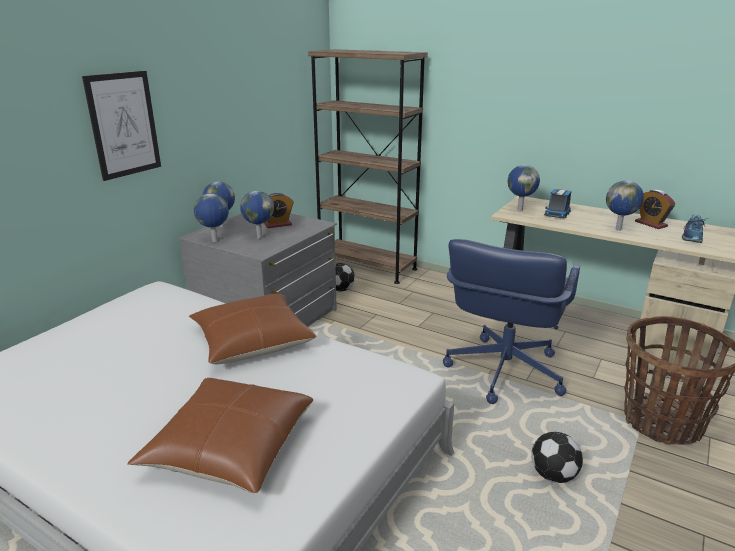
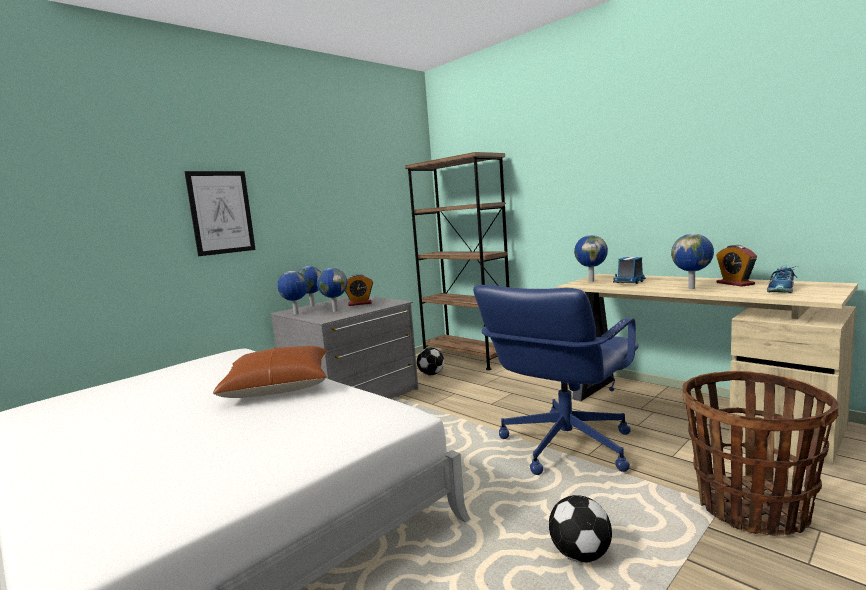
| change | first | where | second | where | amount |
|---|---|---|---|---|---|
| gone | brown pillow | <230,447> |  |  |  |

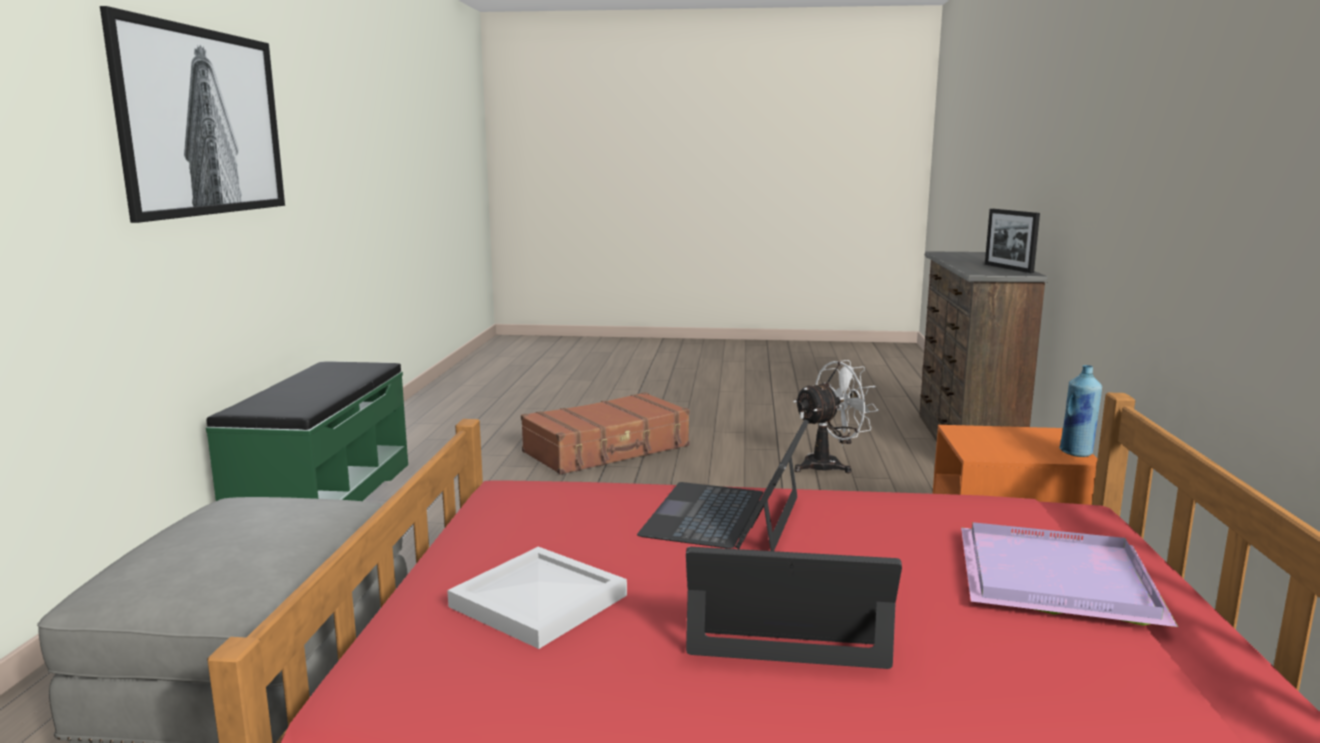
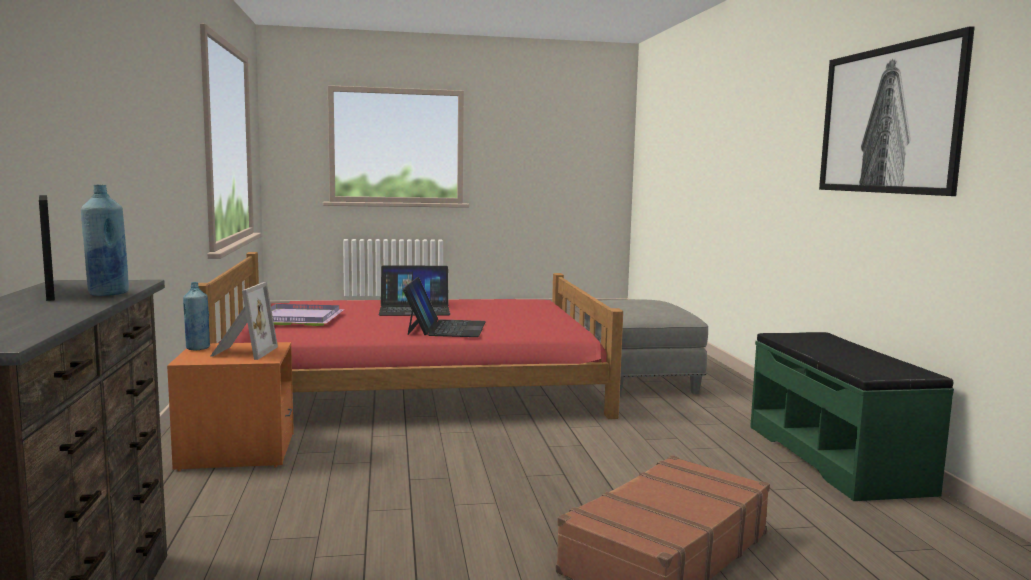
| change | first | where | second | where | amount |
|---|---|---|---|---|---|
| gone | white tray | <538,599> |  |  |  |
| gone | white fan | <829,465> |  |  |  |
| new |  |  | blue bottle | <107,293> |  |
| new |  |  | picture frame | <242,352> |  |

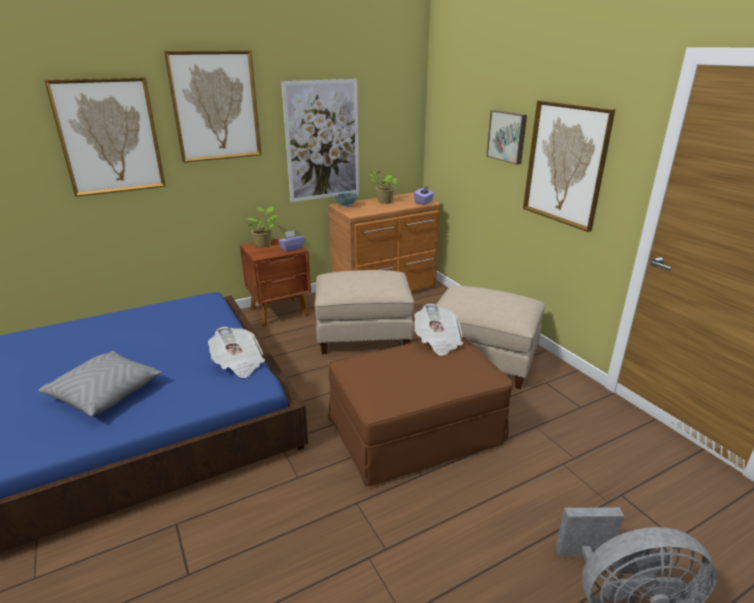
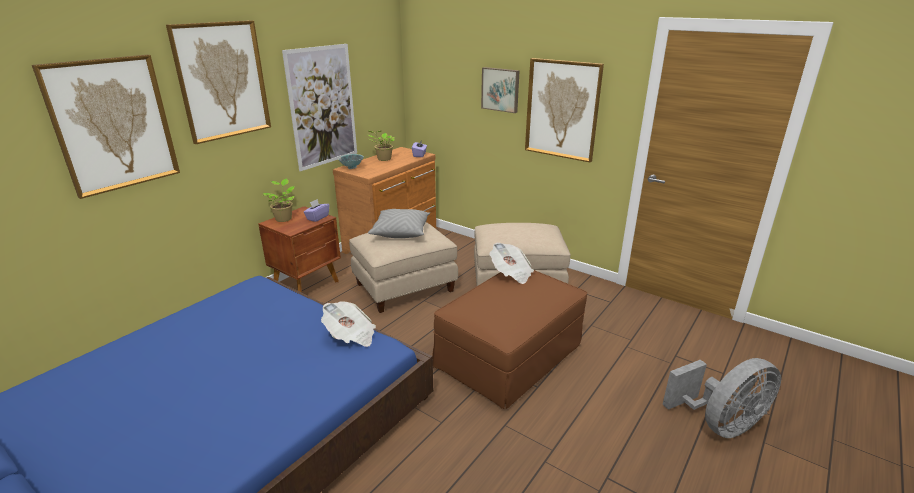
| change | first | where | second | where | amount |
|---|---|---|---|---|---|
| shifted | grey pillow | <106,393> |  | <401,231> |  |

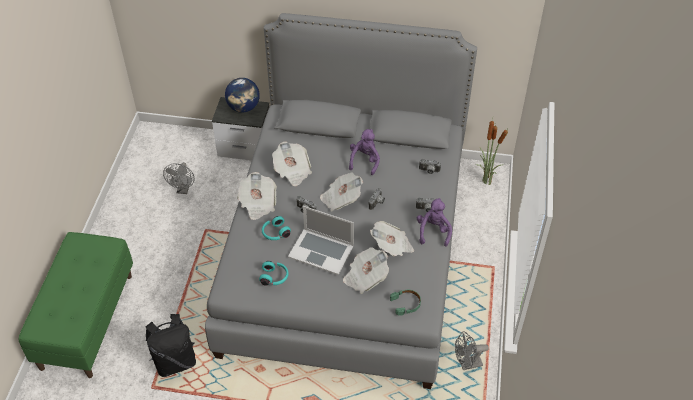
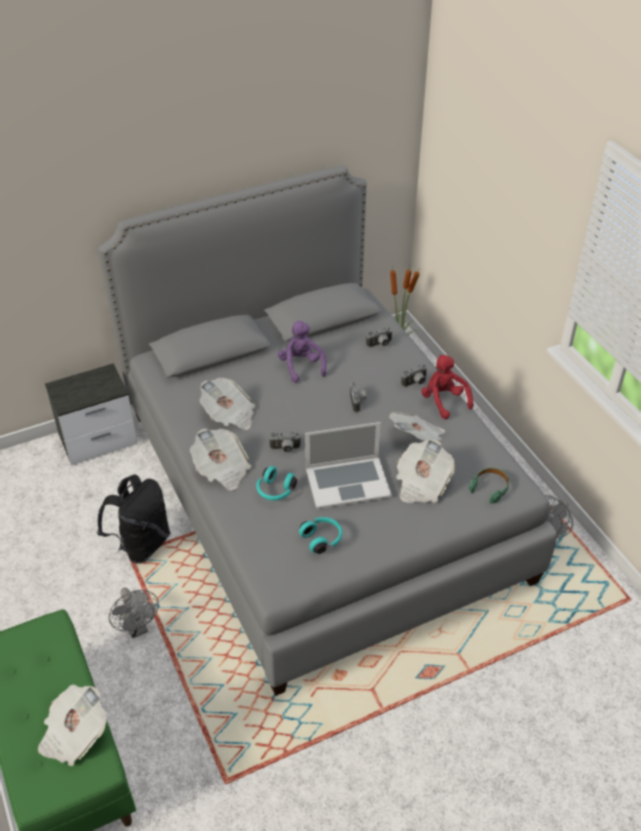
| change | first | where | second | where | amount |
|---|---|---|---|---|---|
| gone | globe | <243,107> |  |  |  |
| shifted | black backpack | <175,361> |  | <141,544> |  |
| shifted | grey fan | <183,189> |  | <137,628> |  |
| shifted | newspaper | <341,199> |  | <74,734> |  |
| repainted | purple plush toy | <433,231> | red plush toy | <444,401> |  |

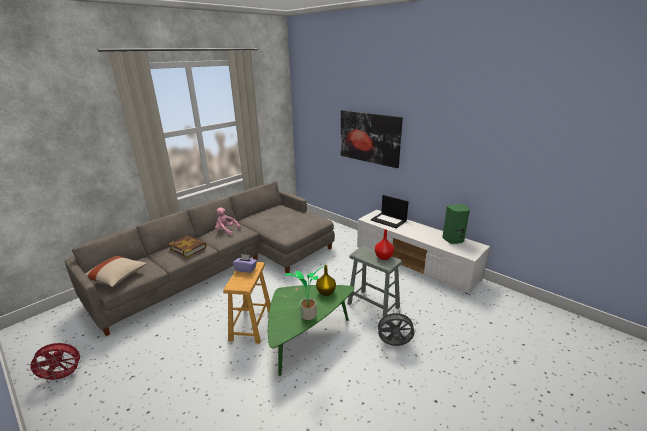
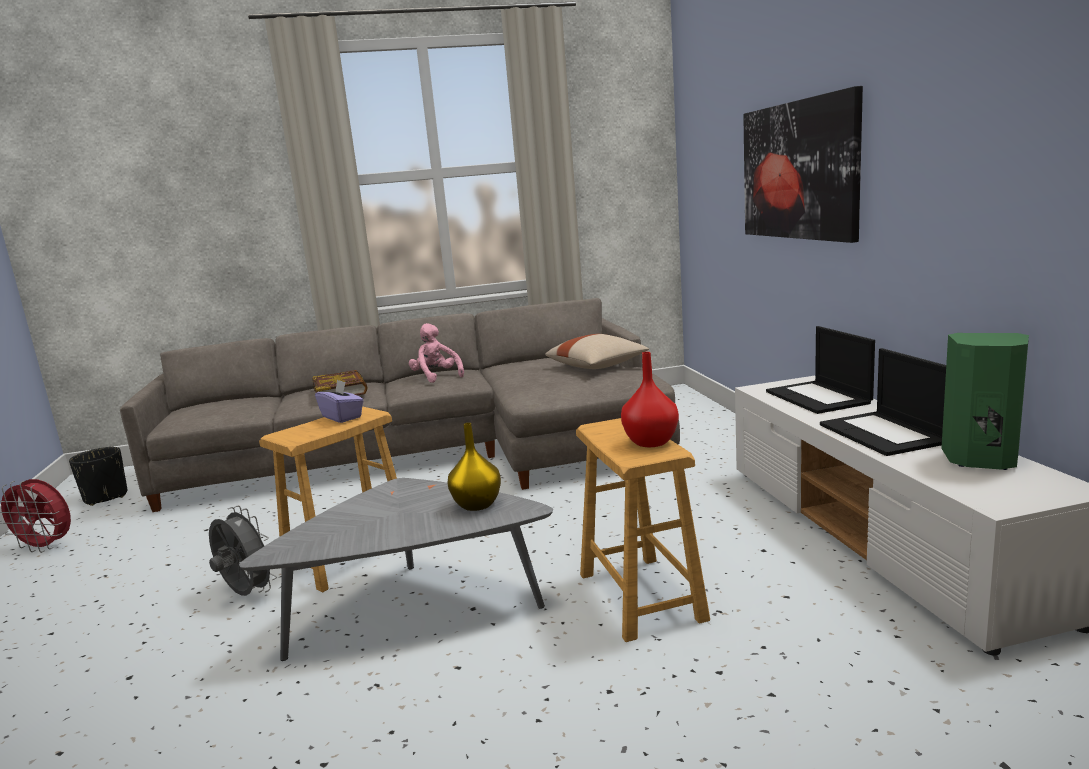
| change | first | where | second | where | amount |
|---|---|---|---|---|---|
| gone | potted plant | <308,316> |  |  |  |
| new |  |  | black planter | <106,497> |  |
| new |  |  | laptop | <884,434> |  |
| shifted | beige pillow | <117,278> |  | <598,367> |  |
| shifted | grey fan | <394,344> |  | <246,594> |  |
| repainted | green coffee table | <305,336> | grey coffee table | <415,609> |  |
| repainted | grey stool | <373,305> | brown stool | <641,596> |  |

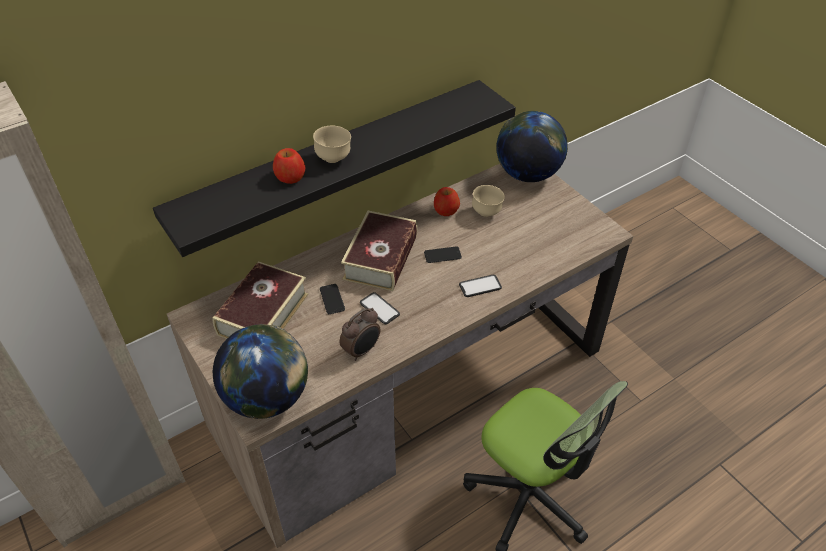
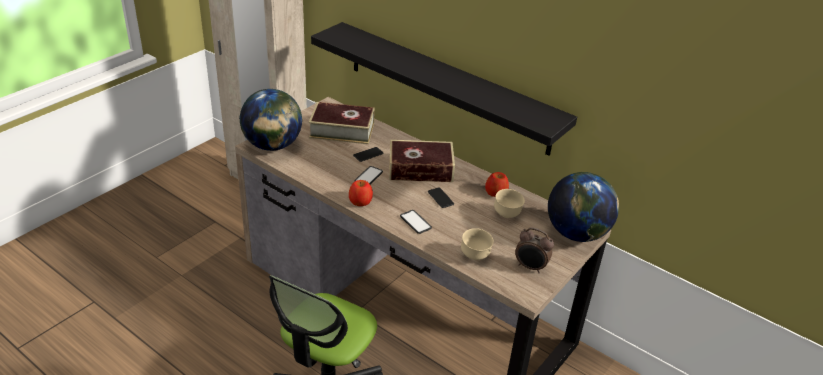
| change | first | where | second | where | amount |
|---|---|---|---|---|---|
| shifted | apple | <290,176> |  | <360,201> |  |
| shifted | beige bowl | <334,158> |  | <475,256> |  |
| shifted | alarm clock | <362,350> |  | <530,267> |  |

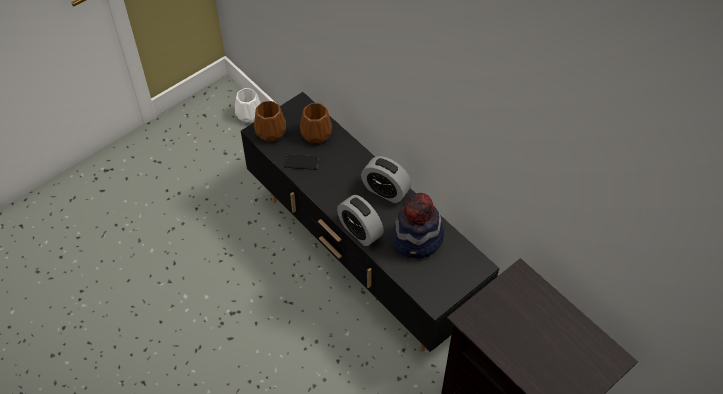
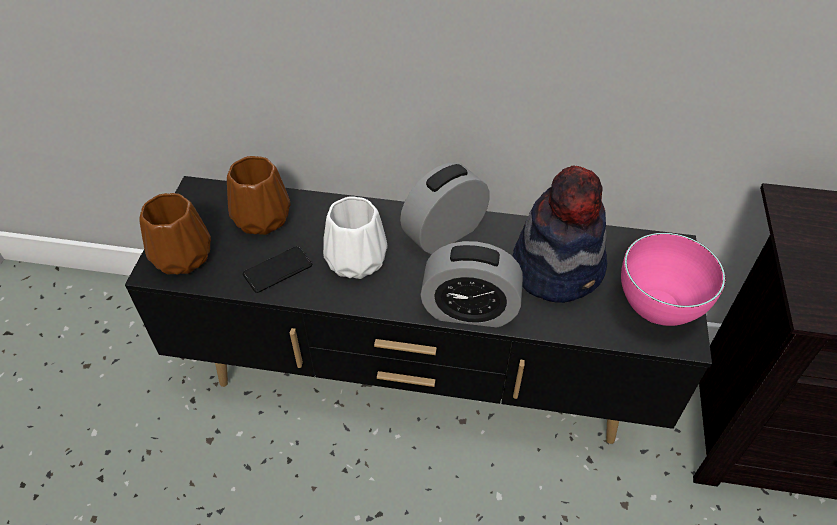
| change | first | where | second | where | amount |
|---|---|---|---|---|---|
| new |  |  | pink bowl | <654,310> |  |
| shifted | white vase | <248,115> |  | <356,261> |  |
| rotated | alarm clock | <385,191> |  | <444,233> | 150 degrees clockwise |

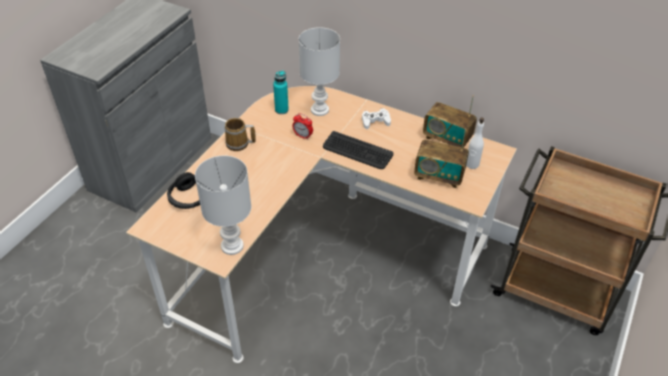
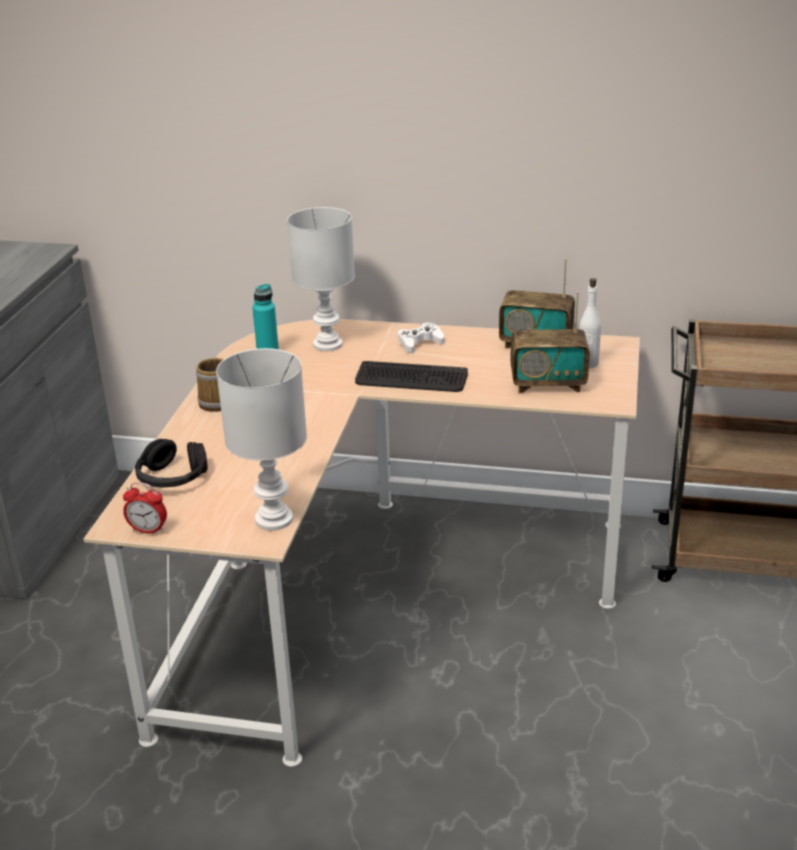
| change | first | where | second | where | amount |
|---|---|---|---|---|---|
| shifted | alarm clock | <303,136> |  | <148,530> |  |

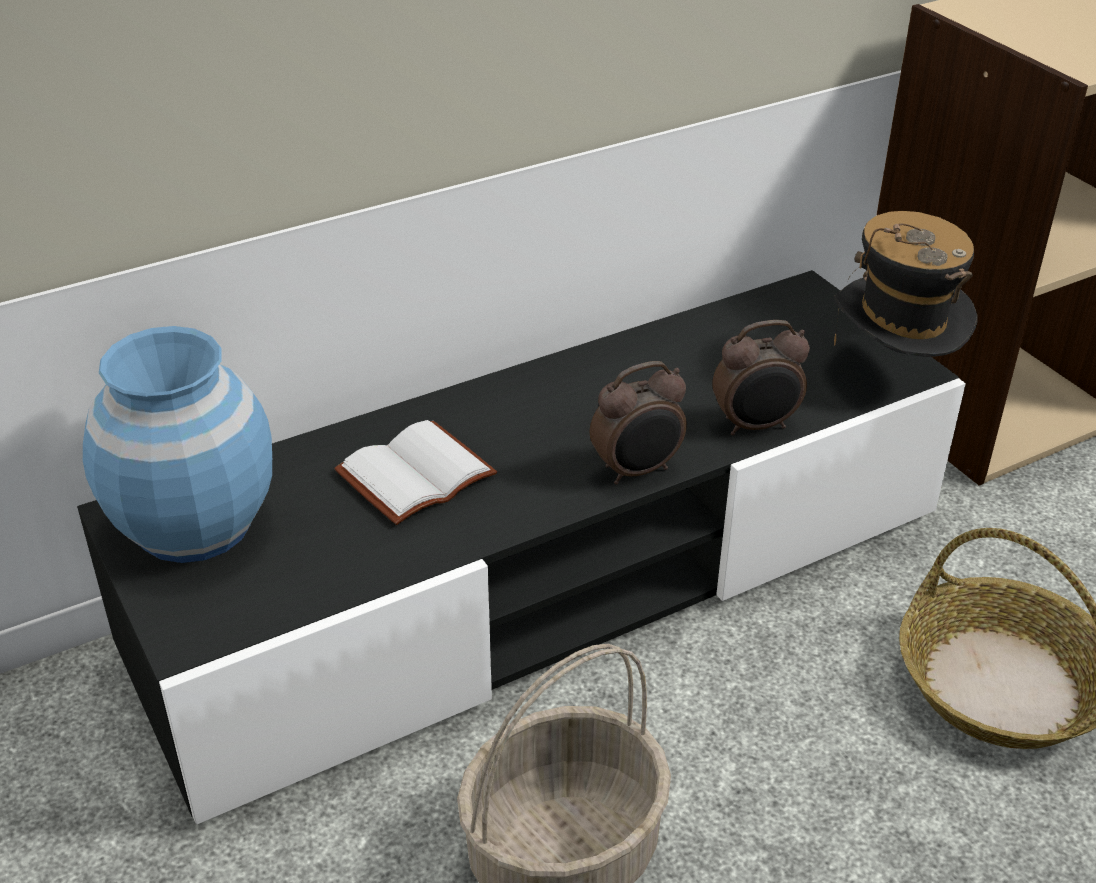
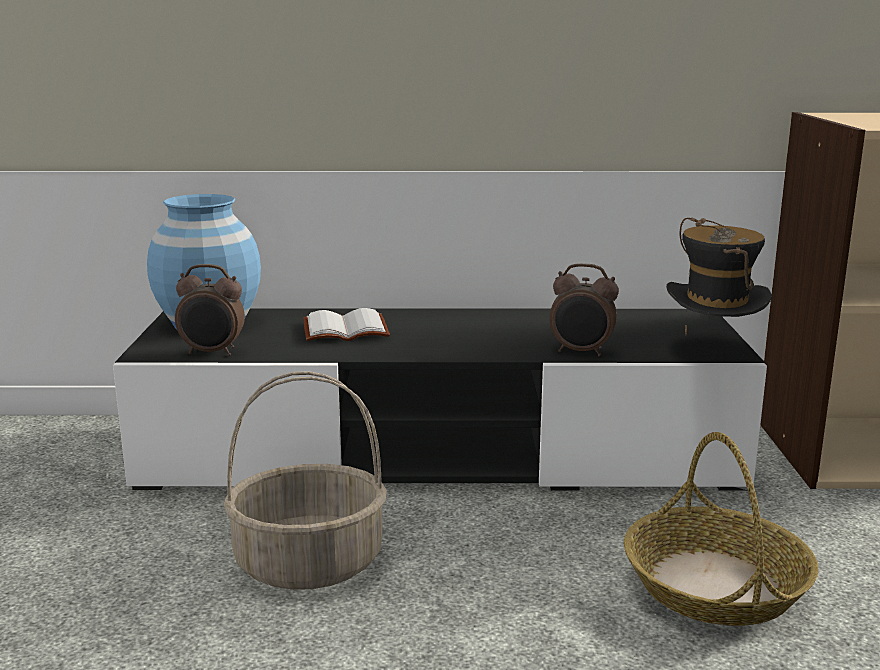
| change | first | where | second | where | amount |
|---|---|---|---|---|---|
| shifted | alarm clock | <637,471> |  | <212,353> |  |

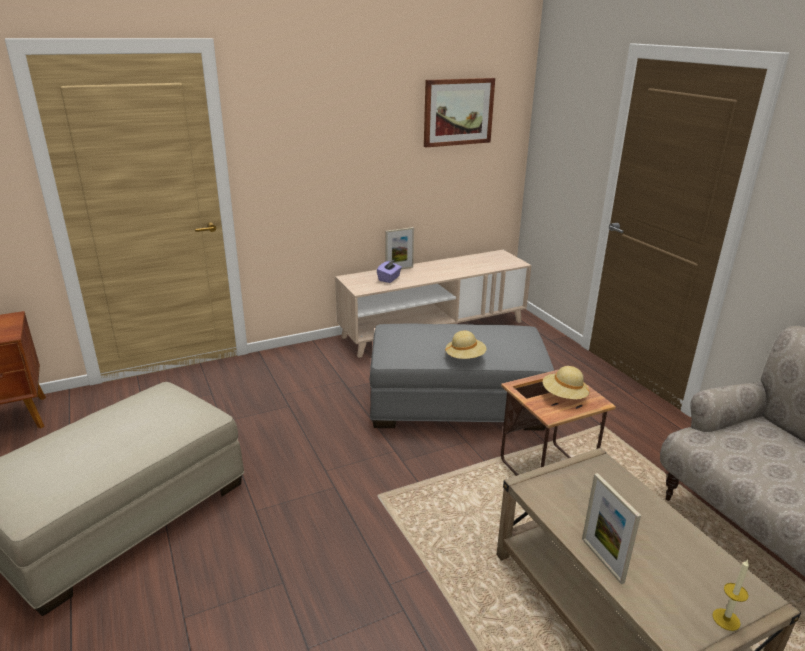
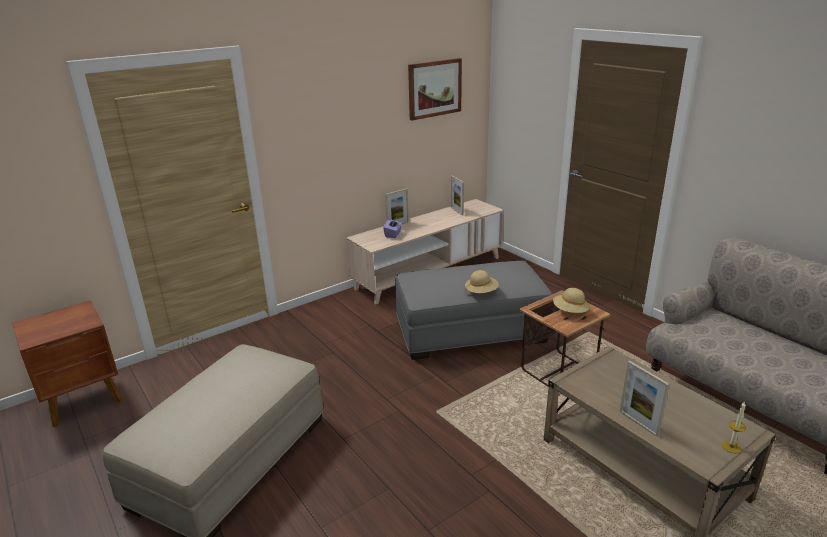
| change | first | where | second | where | amount |
|---|---|---|---|---|---|
| new |  |  | picture frame | <457,211> |  |

